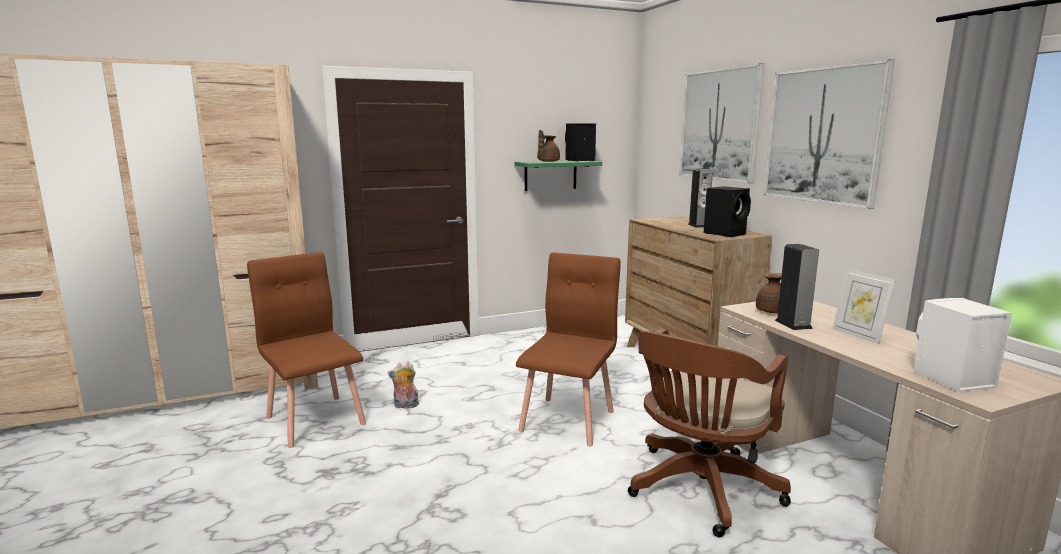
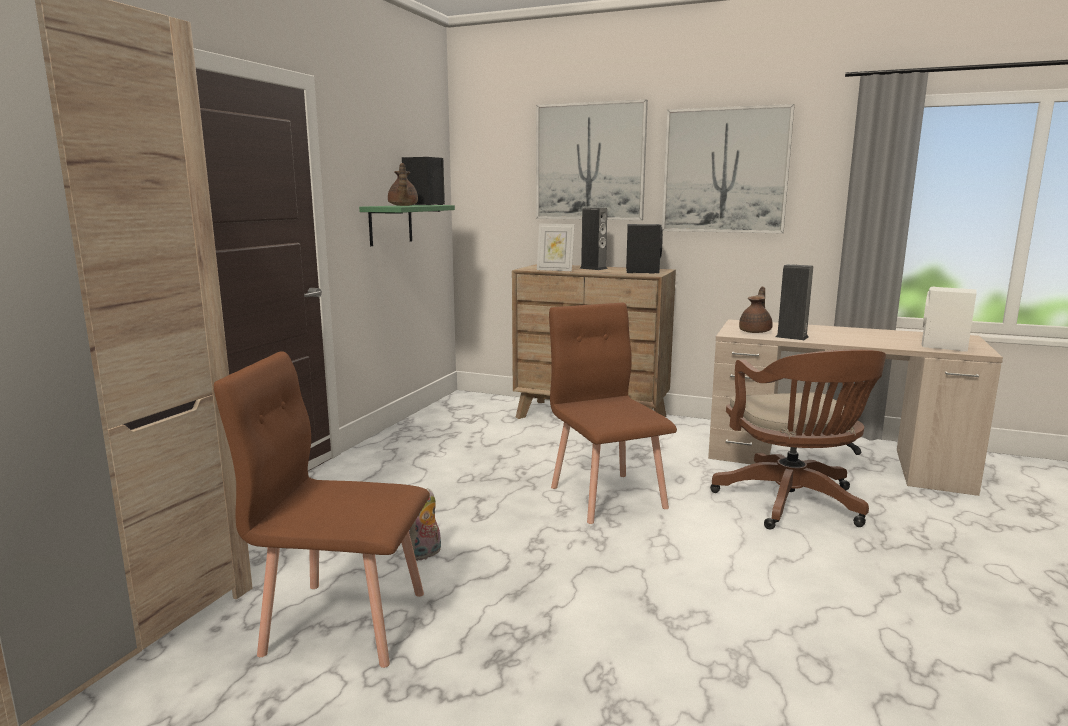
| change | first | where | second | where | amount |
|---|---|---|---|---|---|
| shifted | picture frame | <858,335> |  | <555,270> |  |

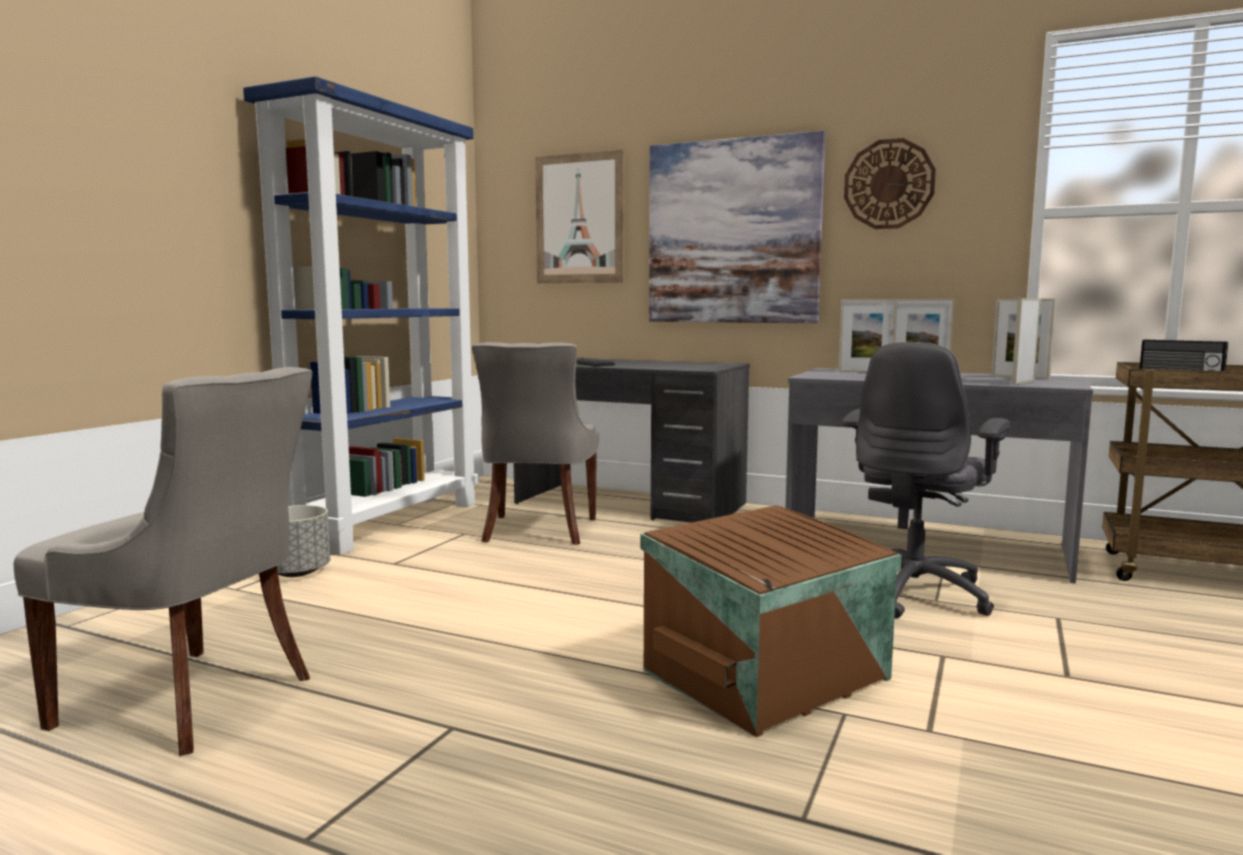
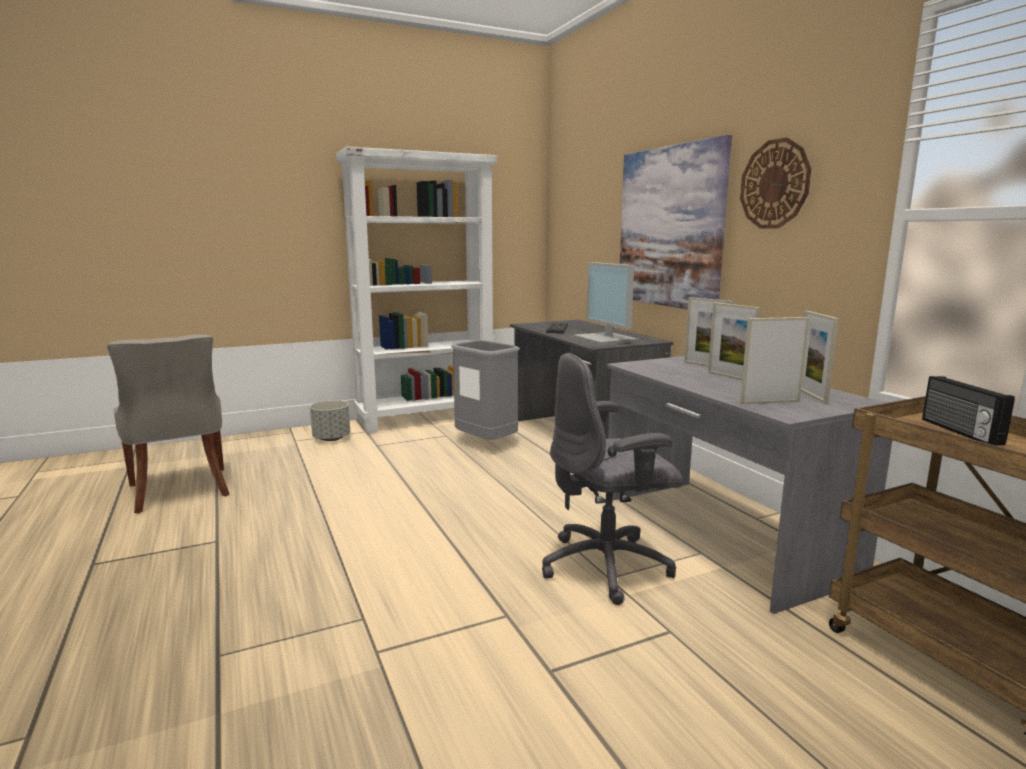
| change | first | where | second | where | amount |
|---|---|---|---|---|---|
| gone | picture | <579,219> |  |  |  |
| gone | brown storage box | <770,675> |  |  |  |
| new |  |  | monitor | <606,339> |  |
| swapped | grey chair | <538,530> | grey trash can | <485,444> |  |
| repainted | blue bookcase | <388,522> | white bookcase | <427,418> |  |

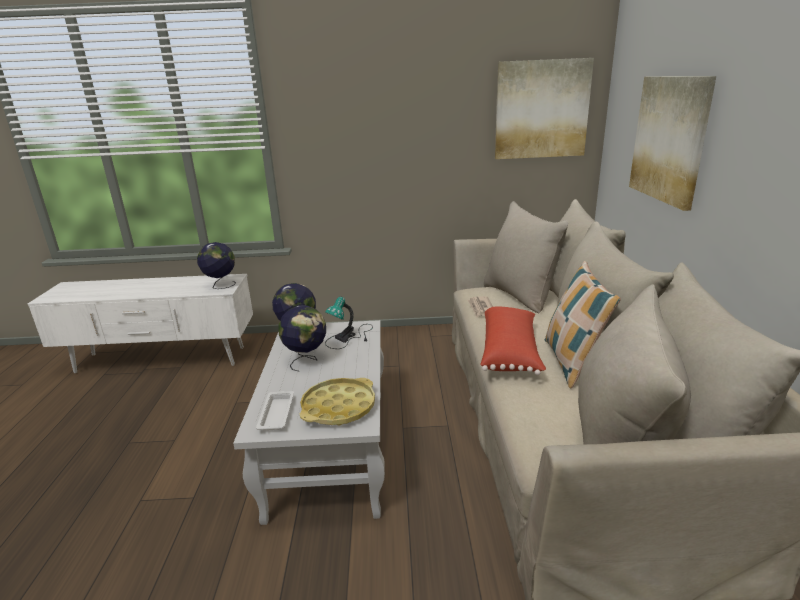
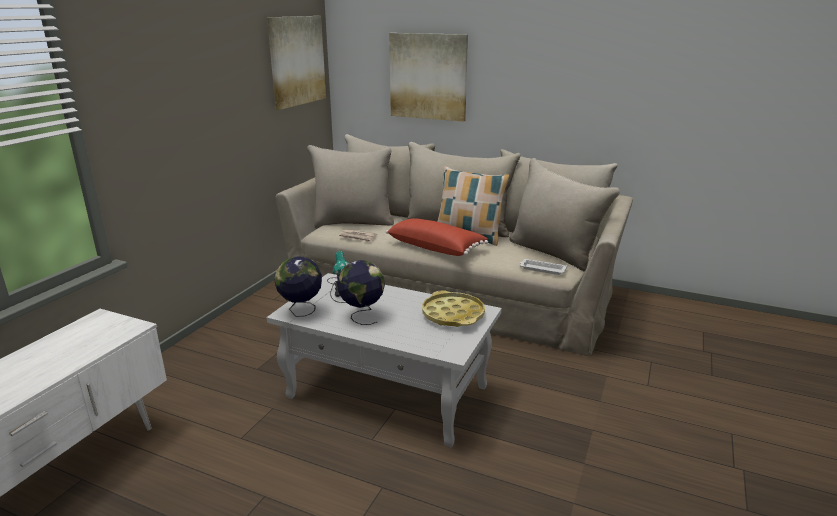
| change | first | where | second | where | amount |
|---|---|---|---|---|---|
| gone | globe | <221,286> |  |  |  |
| shifted | white tray | <277,413> |  | <542,269> |  |

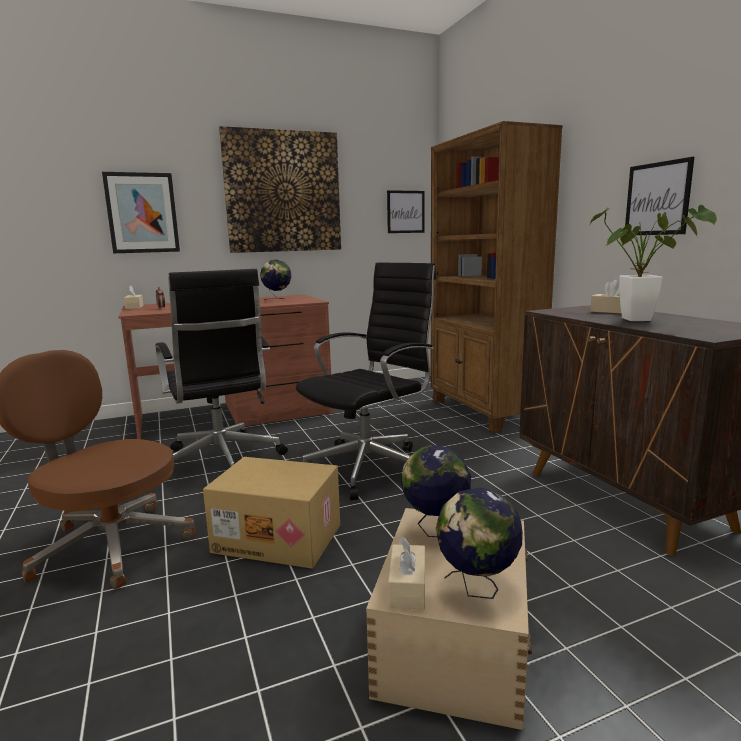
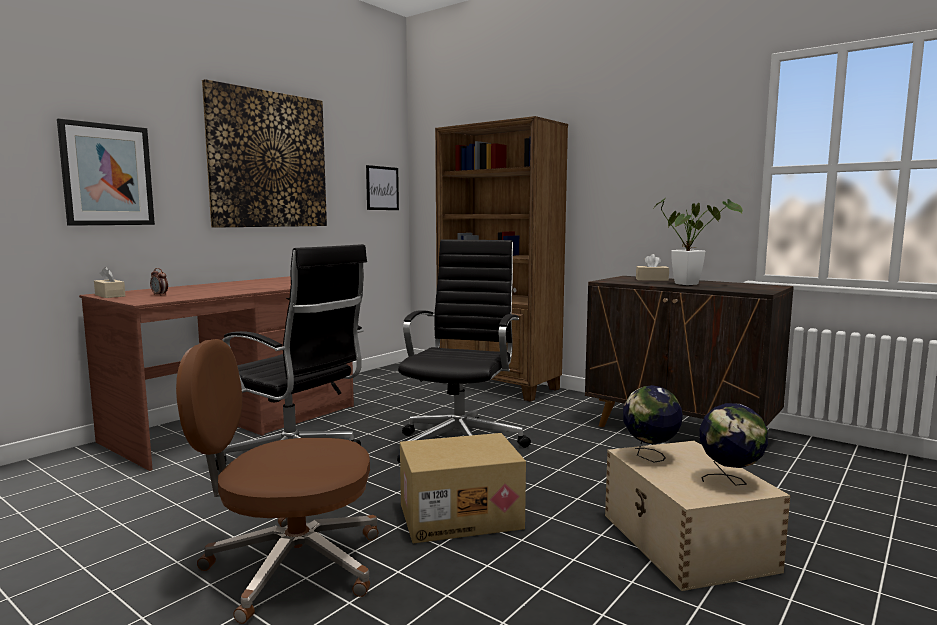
| change | first | where | second | where | amount |
|---|---|---|---|---|---|
| gone | globe | <277,299> |  |  |  |
| gone | beige tissue box | <407,587> |  |  |  |
| gone | picture | <657,199> |  |  |  |

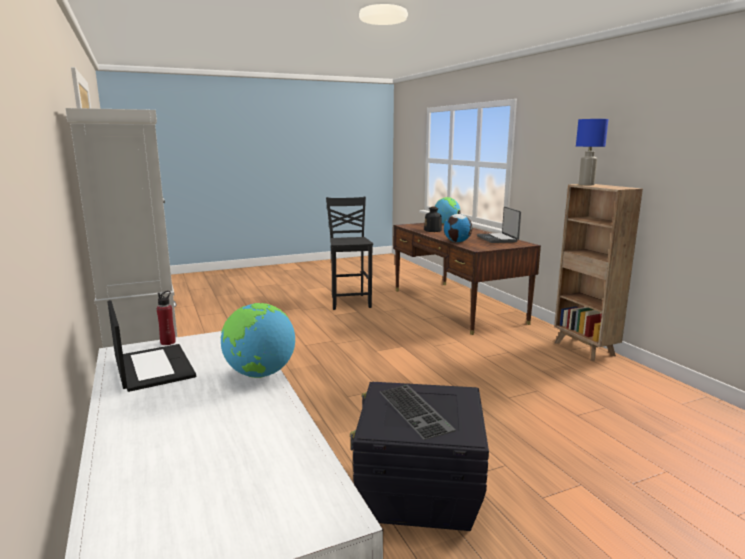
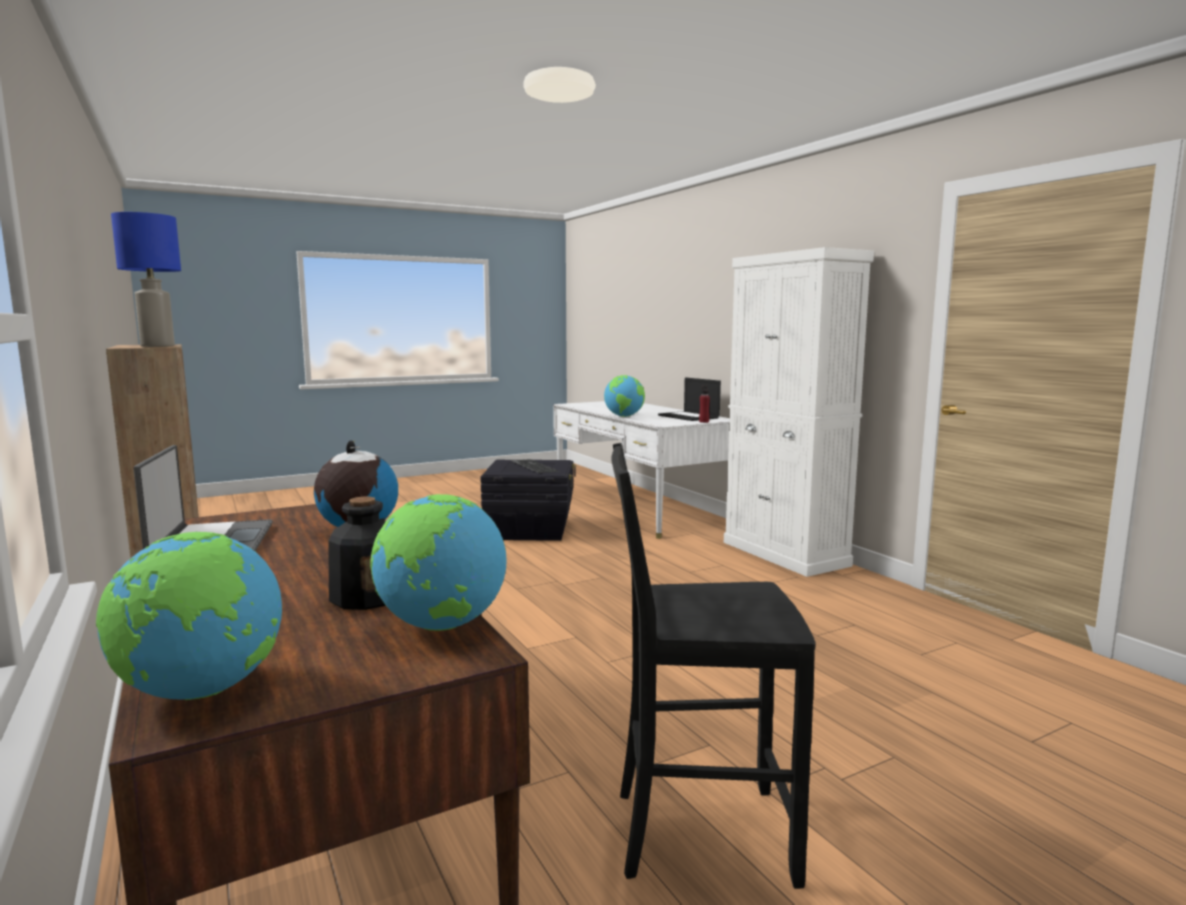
| change | first | where | second | where | amount |
|---|---|---|---|---|---|
| new |  |  | globe | <441,625> |  |
| rotated | black chair | <350,301> |  | <698,832> | 105 degrees clockwise |

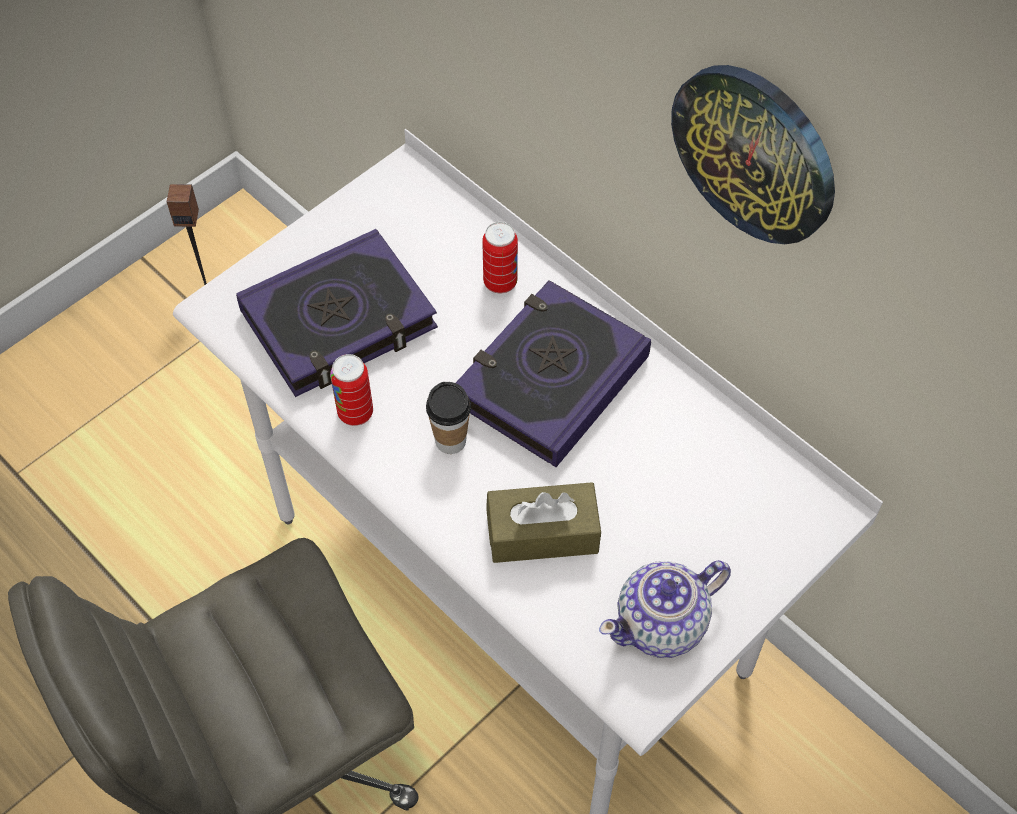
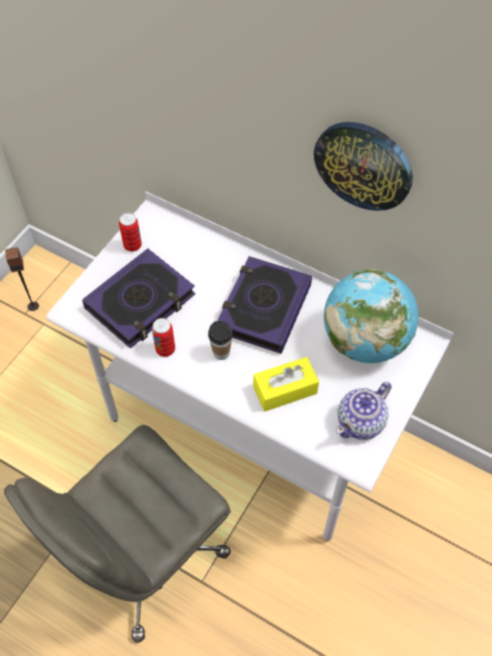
| change | first | where | second | where | amount |
|---|---|---|---|---|---|
| new |  |  | globe | <364,341> |  |
| shifted | can | <500,282> |  | <132,246> |  |
| repainted | brown tissue box | <542,533> | yellow tissue box | <285,390> |  |

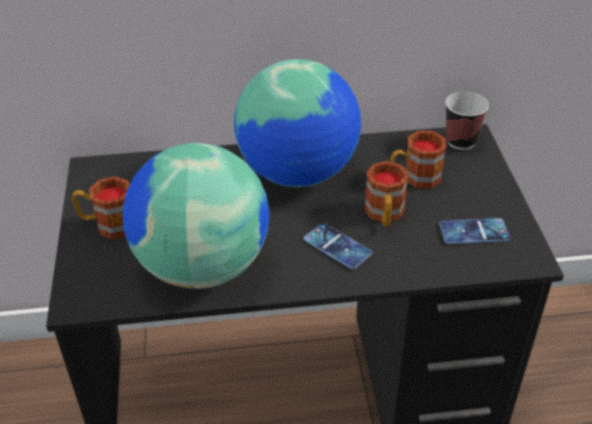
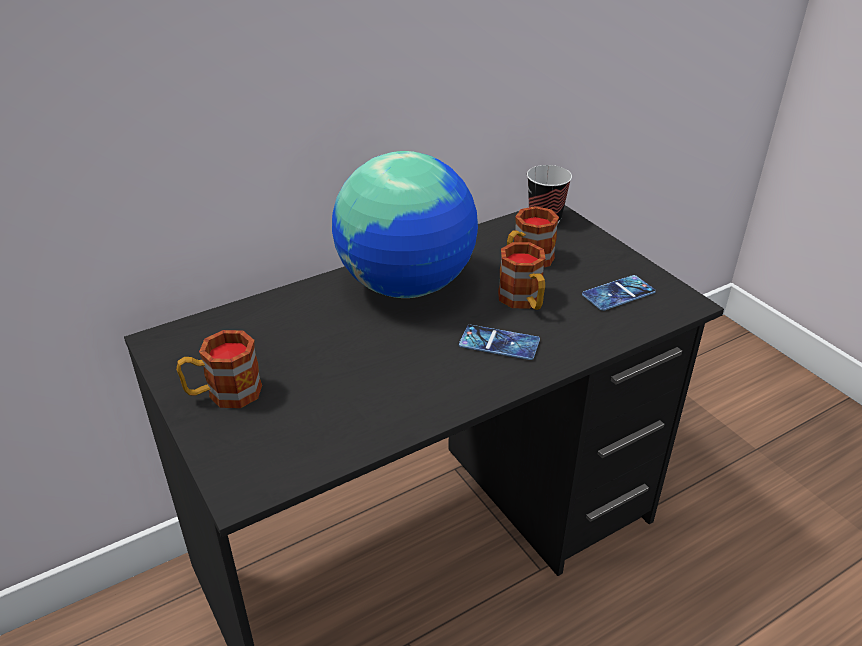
| change | first | where | second | where | amount |
|---|---|---|---|---|---|
| gone | globe | <202,265> |  |  |  |

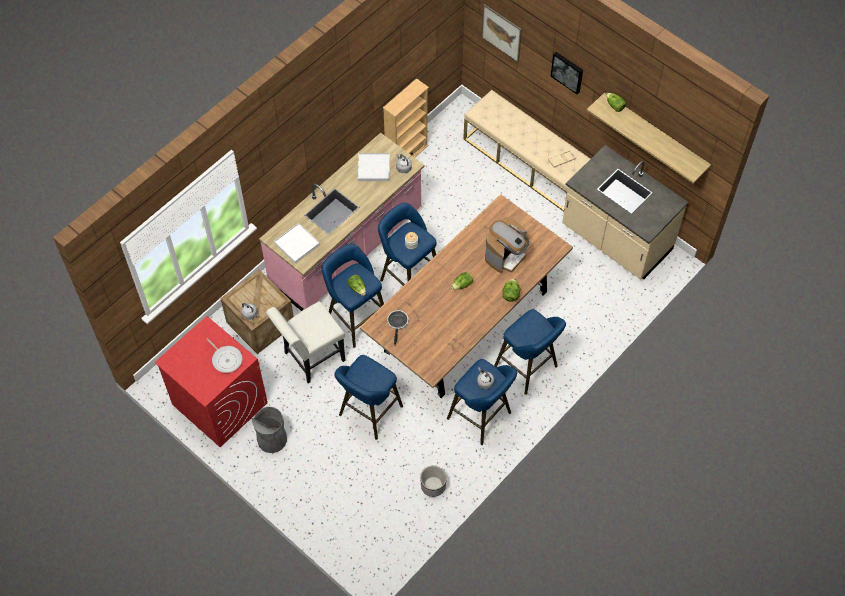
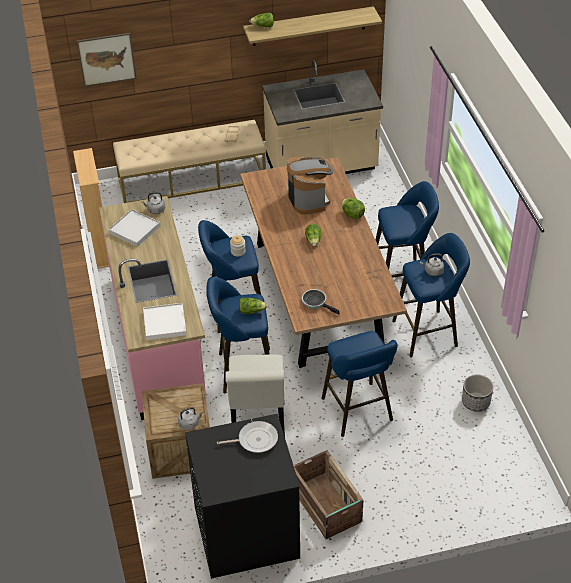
| change | first | where | second | where | amount |
|---|---|---|---|---|---|
| gone | picture | <568,72> |  |  |  |
| swapped | grey trash can | <272,439> | crate | <326,506> |  |
| repainted | red washing machine | <219,403> | black washing machine | <245,533> |  |

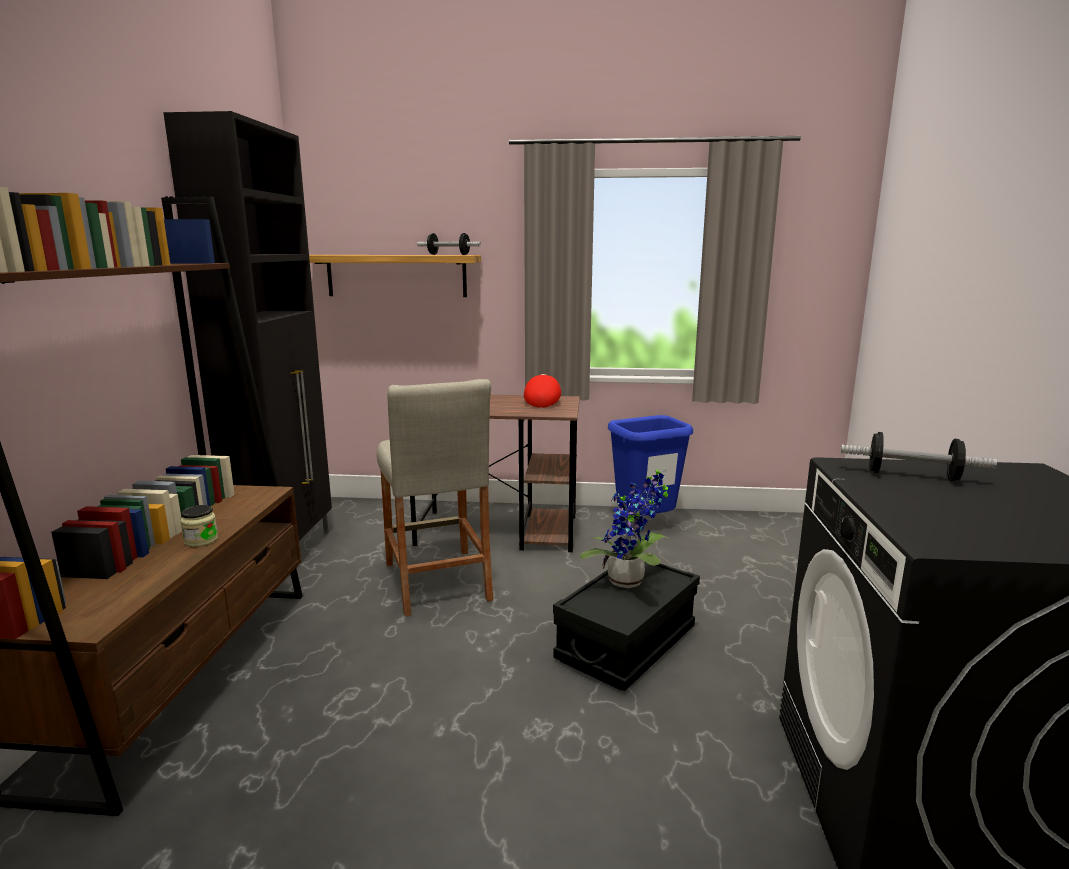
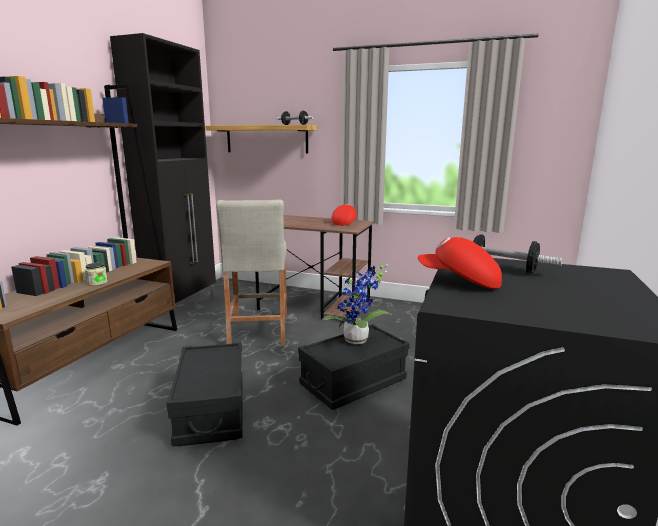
| change | first | where | second | where | amount |
|---|---|---|---|---|---|
| gone | blue trash can | <644,525> |  |  |  |
| new |  |  | black storage box | <211,410> |  |
| new |  |  | red cap | <459,282> |  |

